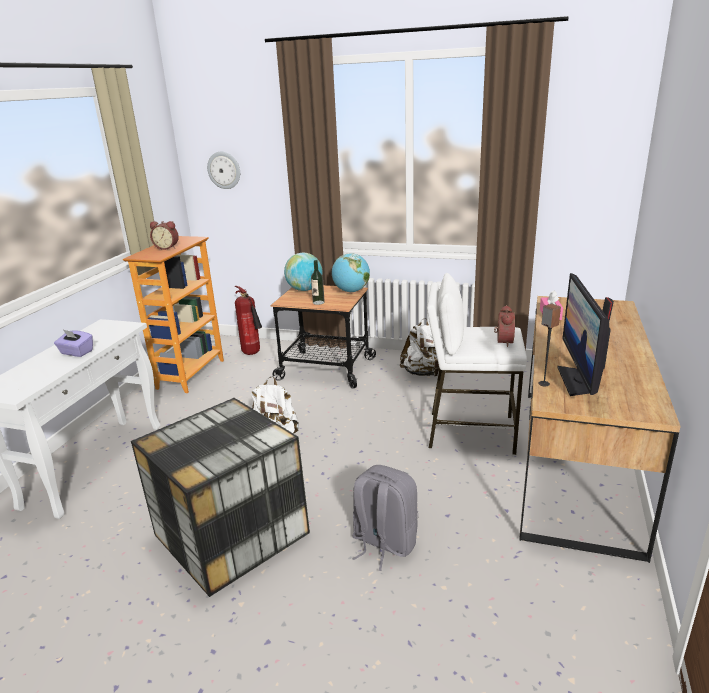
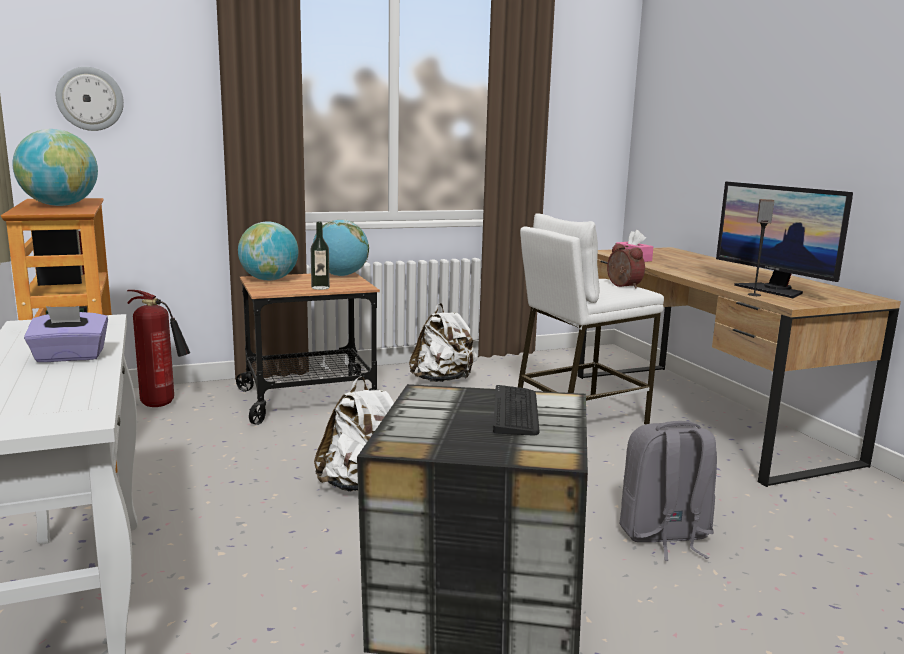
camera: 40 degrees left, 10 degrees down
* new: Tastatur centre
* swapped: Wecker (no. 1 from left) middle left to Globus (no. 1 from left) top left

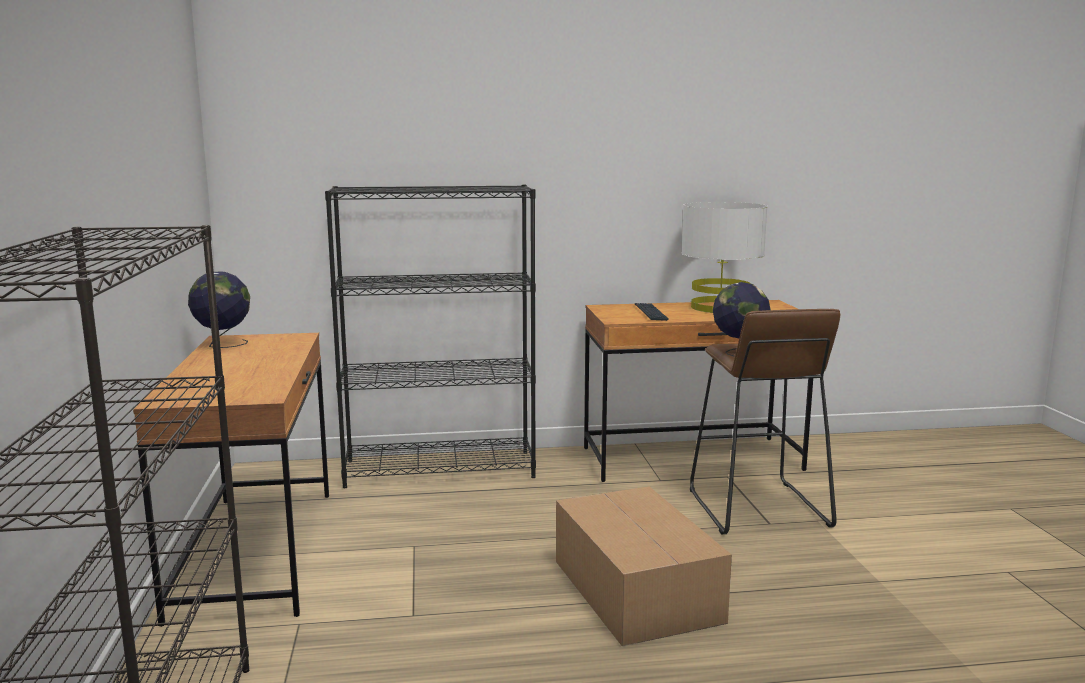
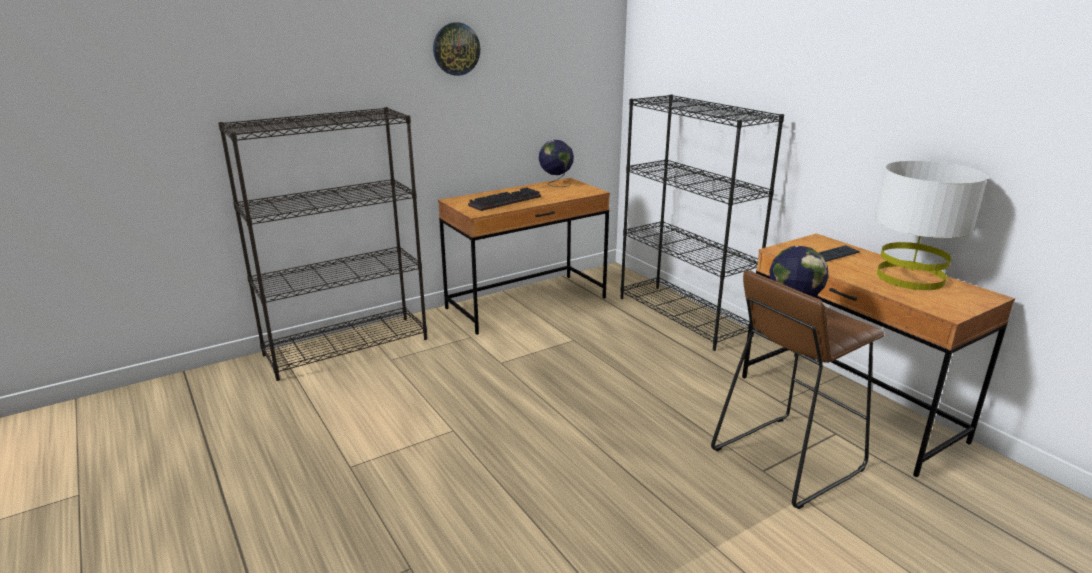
camera: 65 degrees right, 10 degrees up
* gone: Karton bottom centre
* new: Wanduhr top centre
* new: Tastatur (no. 1 from left) centre

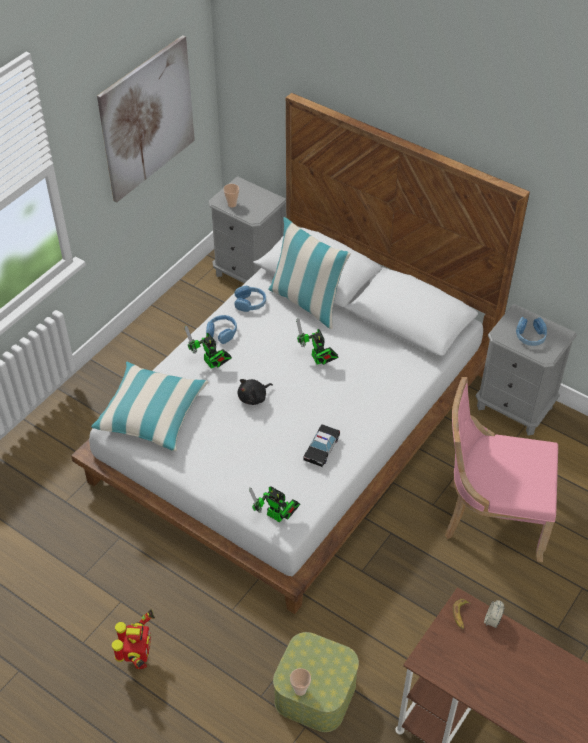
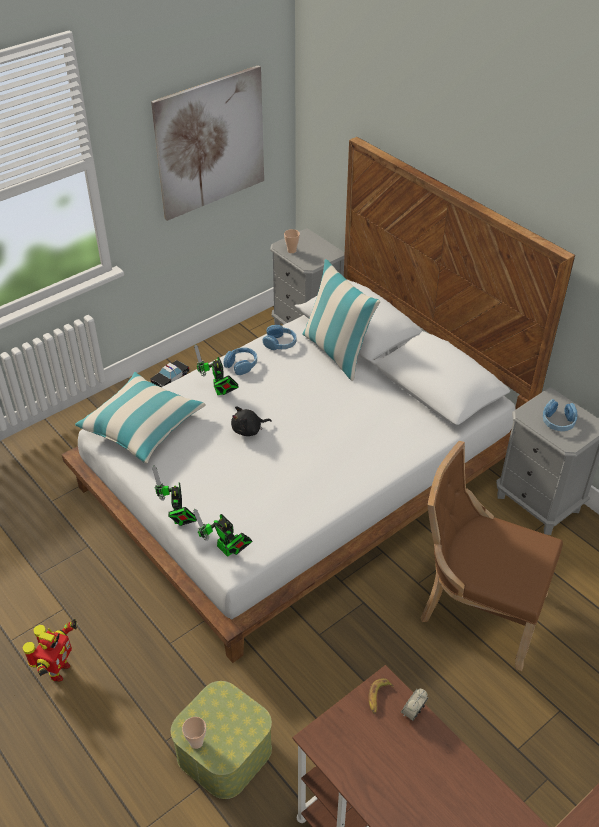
camera: 15 degrees right, 5 degrees down
* shifted: Spielzeugroboter (no. 4 from left in the first image) centre to Spielzeugroboter (no. 2 from left) middle left
* shifted: Spielzeugauto centre to middle left
* repainted: Stuhl/rosa middle right to Stuhl/braun bottom right

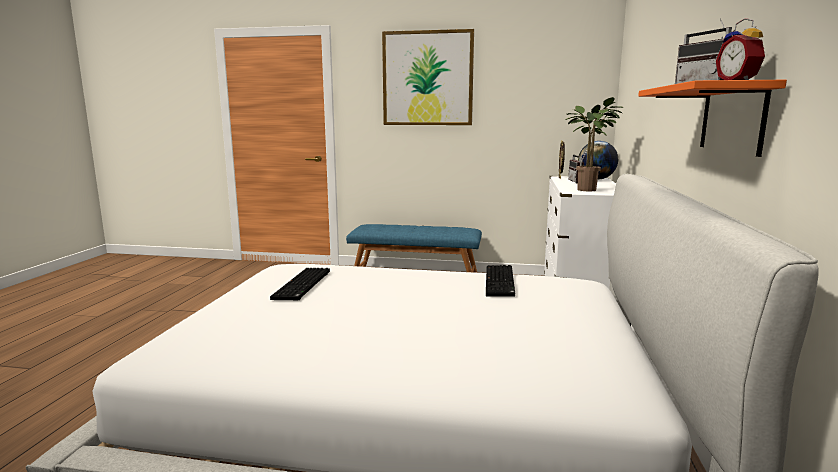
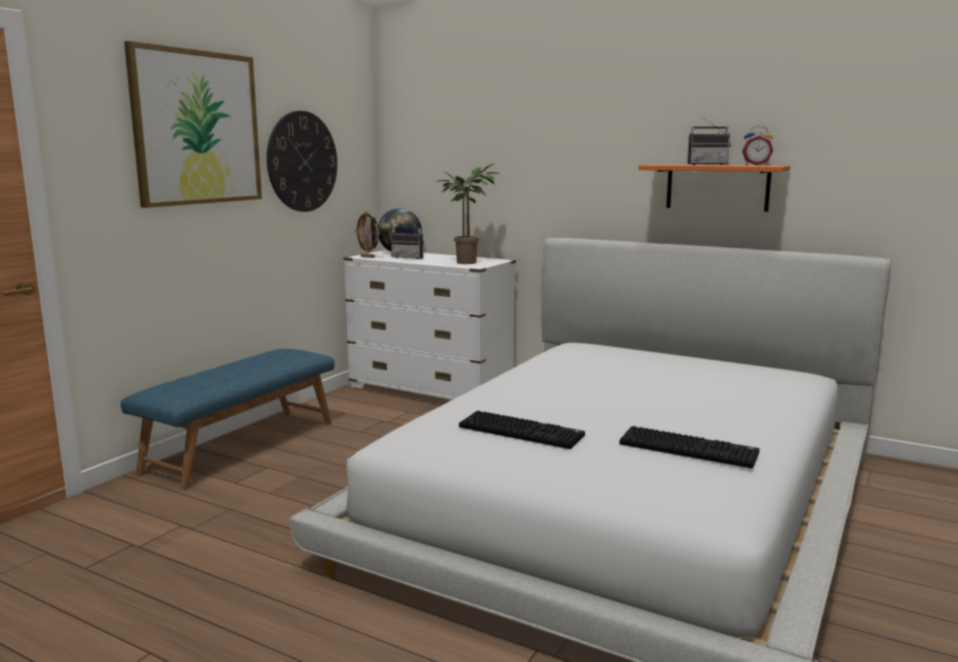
camera: 70 degrees left, 0 degrees up
* new: Wanduhr top left
* shifted: Tastatur (no. 2 from left) centre to bottom right

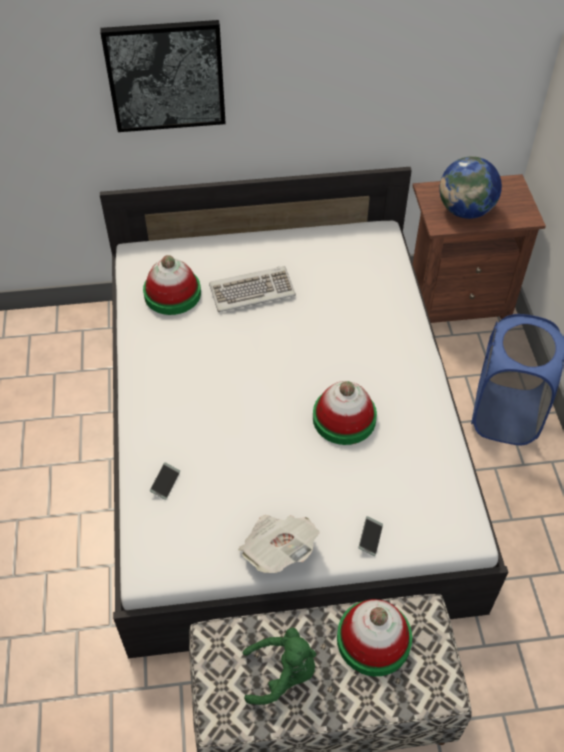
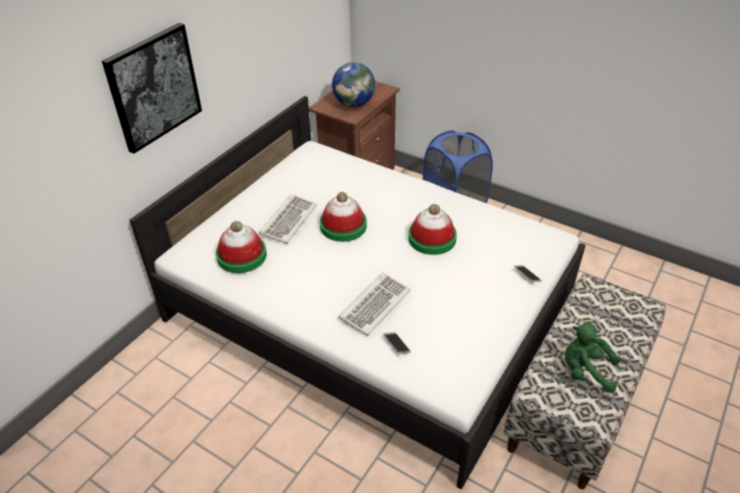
camera: 50 degrees left, 10 degrees down
* gone: Zeitung bottom centre
* new: Tastatur (no. 2 from left) centre
* shifted: Hut (no. 3 from left in the first image) bottom centre to Hut (no. 2 from left) centre
* rotated: Plüschtier/grün bottom centre = bottom right 105 degrees counterclockwise

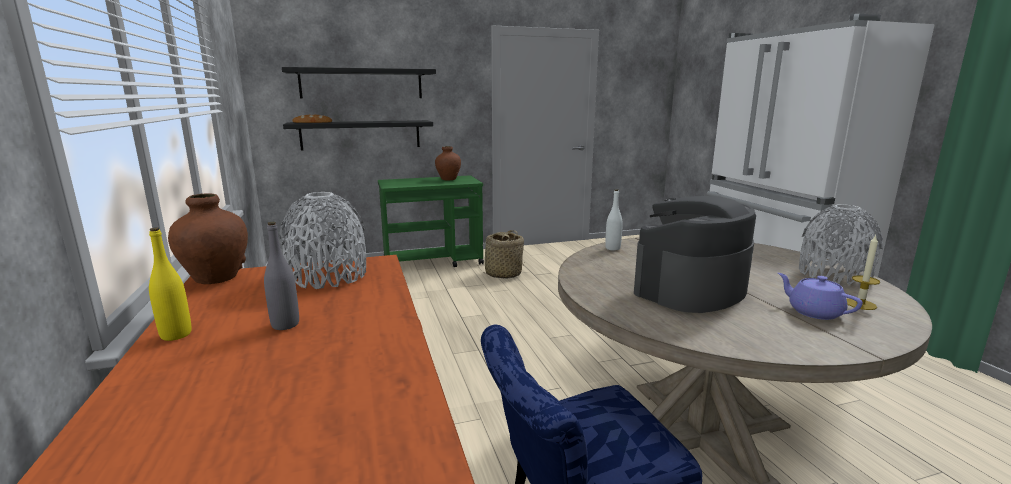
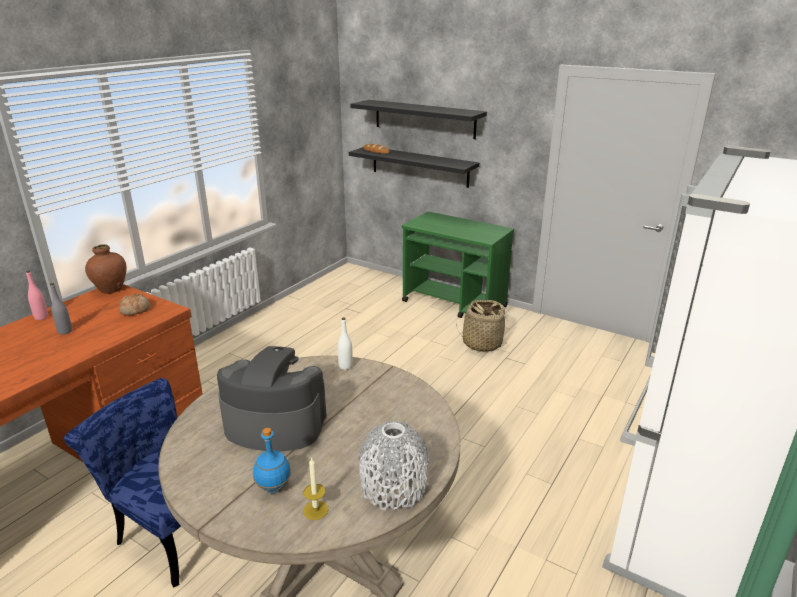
camera: 50 degrees right, 10 degrees up
* gone: Vase/braun (no. 2 from left) centre
* swapped: Vase/grau (no. 1 from left) middle left to Brot (no. 1 from left) middle left
* swapped: Teekanne/lila middle right to Flasche/blau bottom centre
* repainted: Flasche/gelb middle left to Flasche/rosa middle left

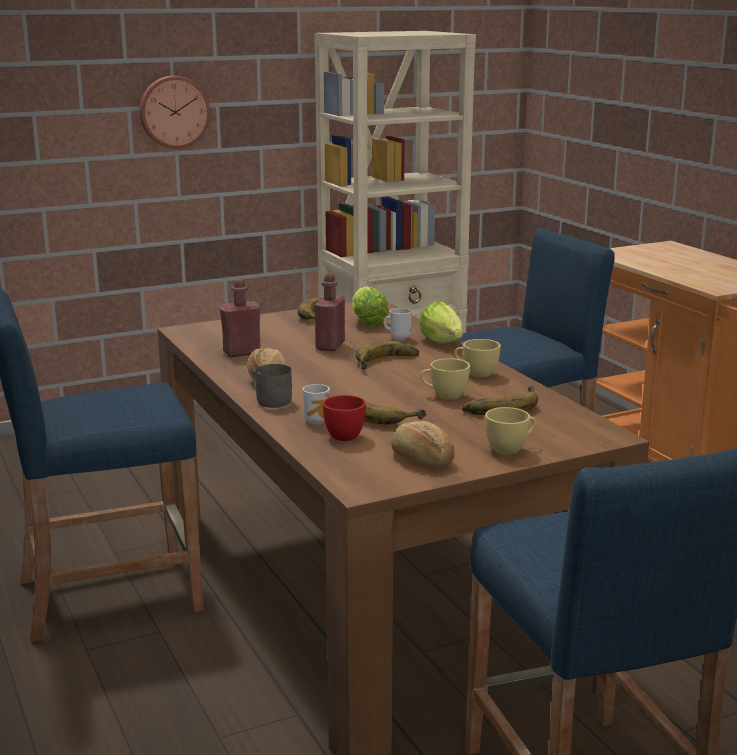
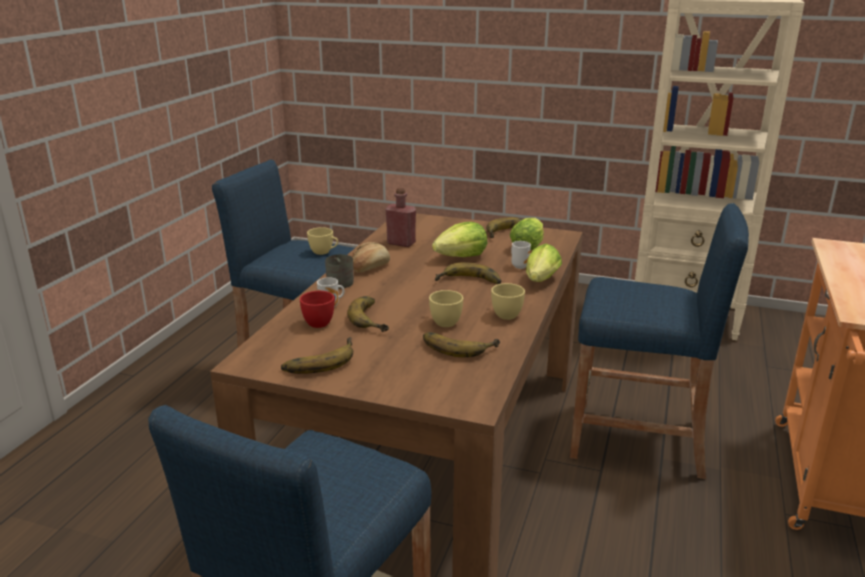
camera: 45 degrees right, 5 degrees up
* gone: Wanduhr top left
* shifted: Tasse/gelb (no. 3 from left in the first image) middle right to Tasse/gelb (no. 1 from left) centre
* swapped: Flasche/rot (no. 2 from left) centre to Salatkopf (no. 1 from left) centre
* swapped: Brot (no. 2 from left) centre to Banane (no. 1 from left) centre

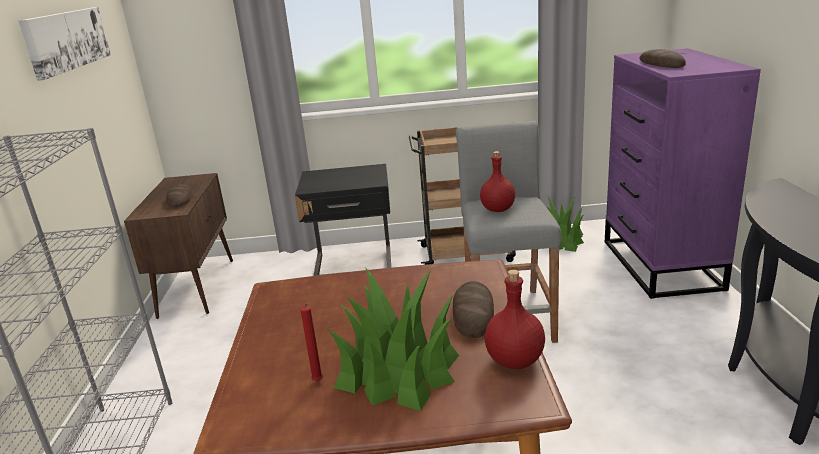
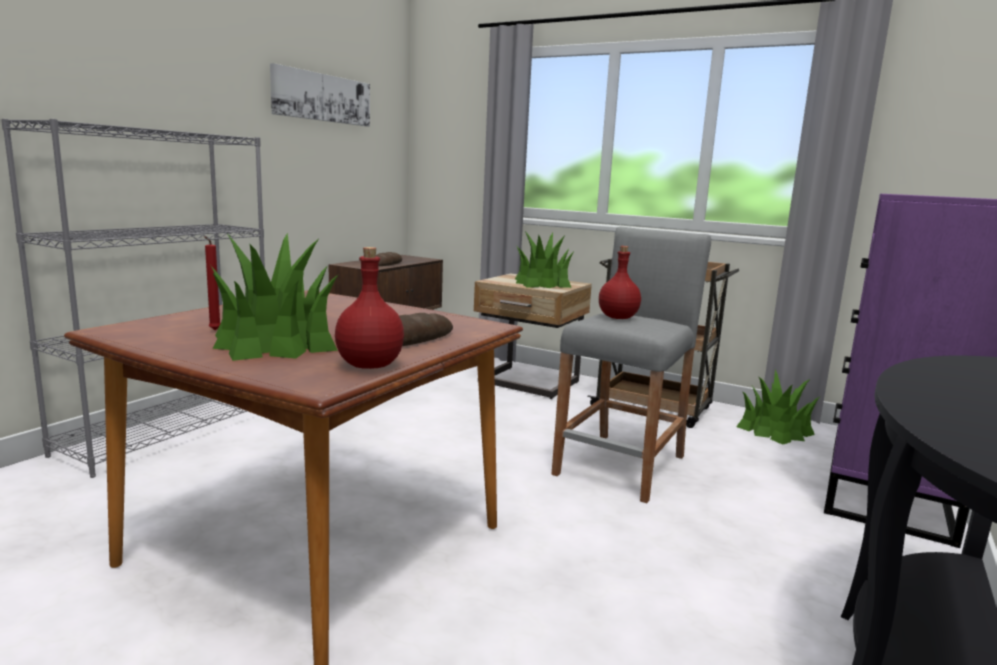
camera: 30 degrees right, 10 degrees down
* gone: Brot (no. 3 from left) top right
* new: Topfpflanze (no. 2 from left) centre
* repainted: Nachttisch/schwarz centre to Nachttisch/beige centre

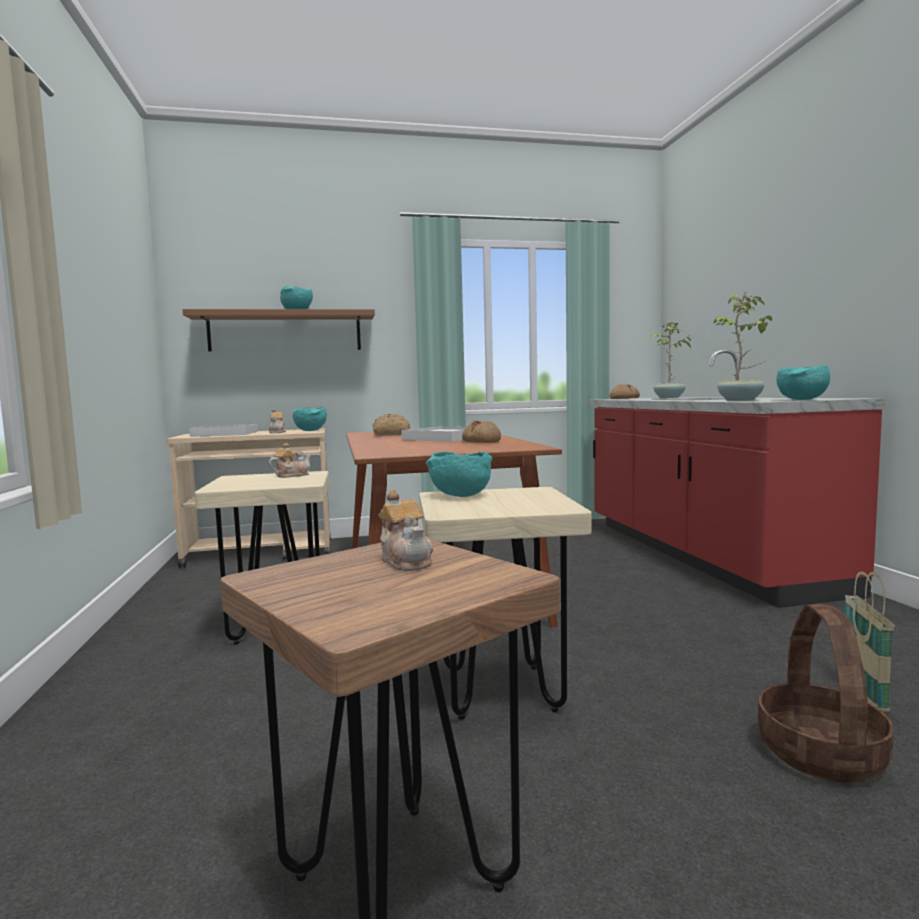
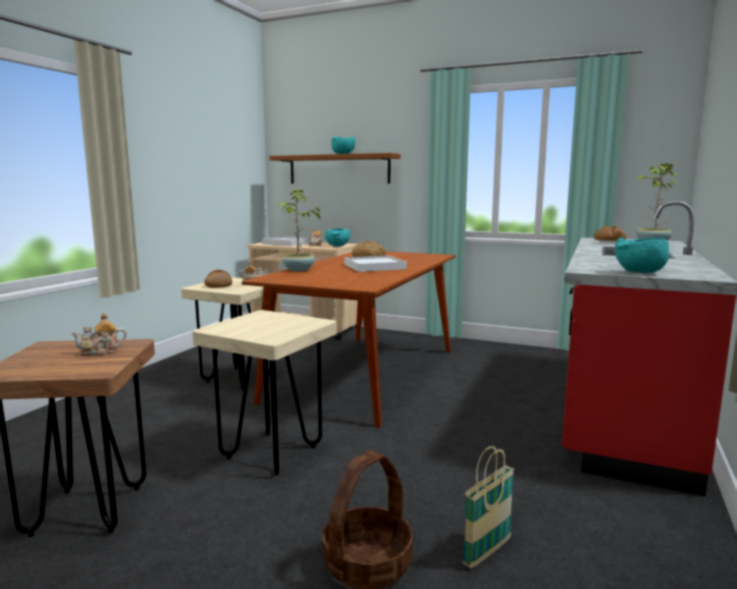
camera: 35 degrees right, 5 degrees up
* gone: Schüssel/türkis (no. 3 from left) centre
* shifted: Brot (no. 2 from left in the first image) centre to Brot (no. 1 from left) middle left
* shifted: Topfpflanze (no. 2 from left in the first image) middle right to Topfpflanze (no. 1 from left) centre
* rotated: Teekanne (no. 3 from left in the first image) centre = middle left 60 degrees clockwise

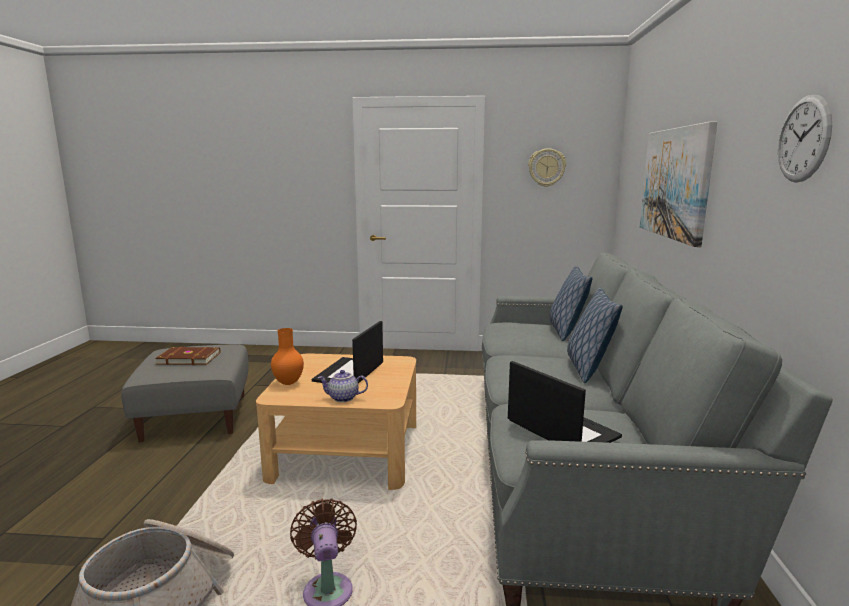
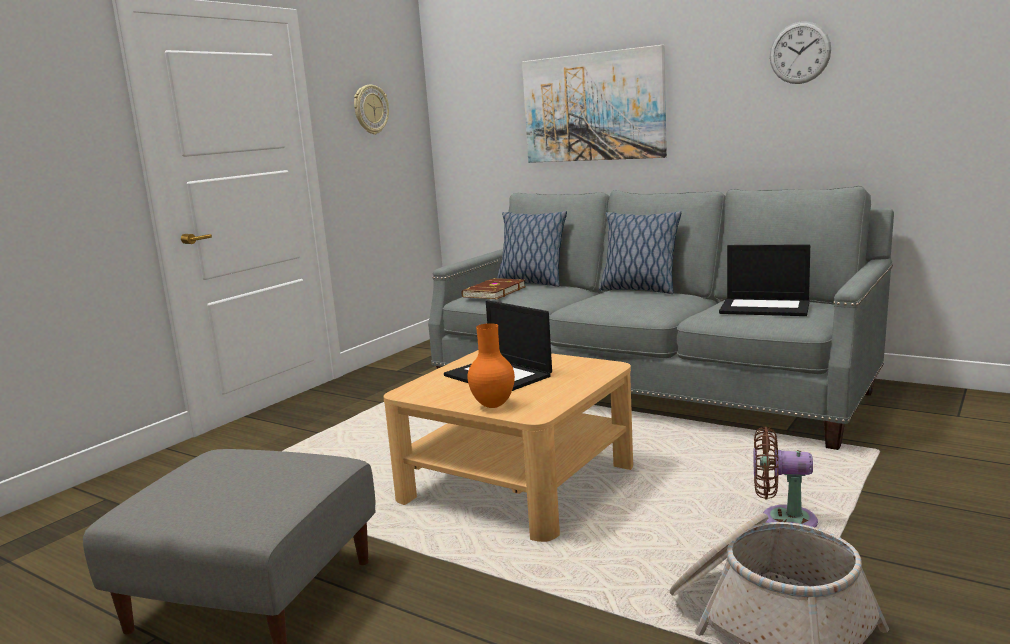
camera: 60 degrees left, 0 degrees up
* gone: Teekanne centre
* shifted: Buch/braun middle left to centre
* rotated: Laptop (no. 2 from left) centre = middle right 150 degrees counterclockwise

